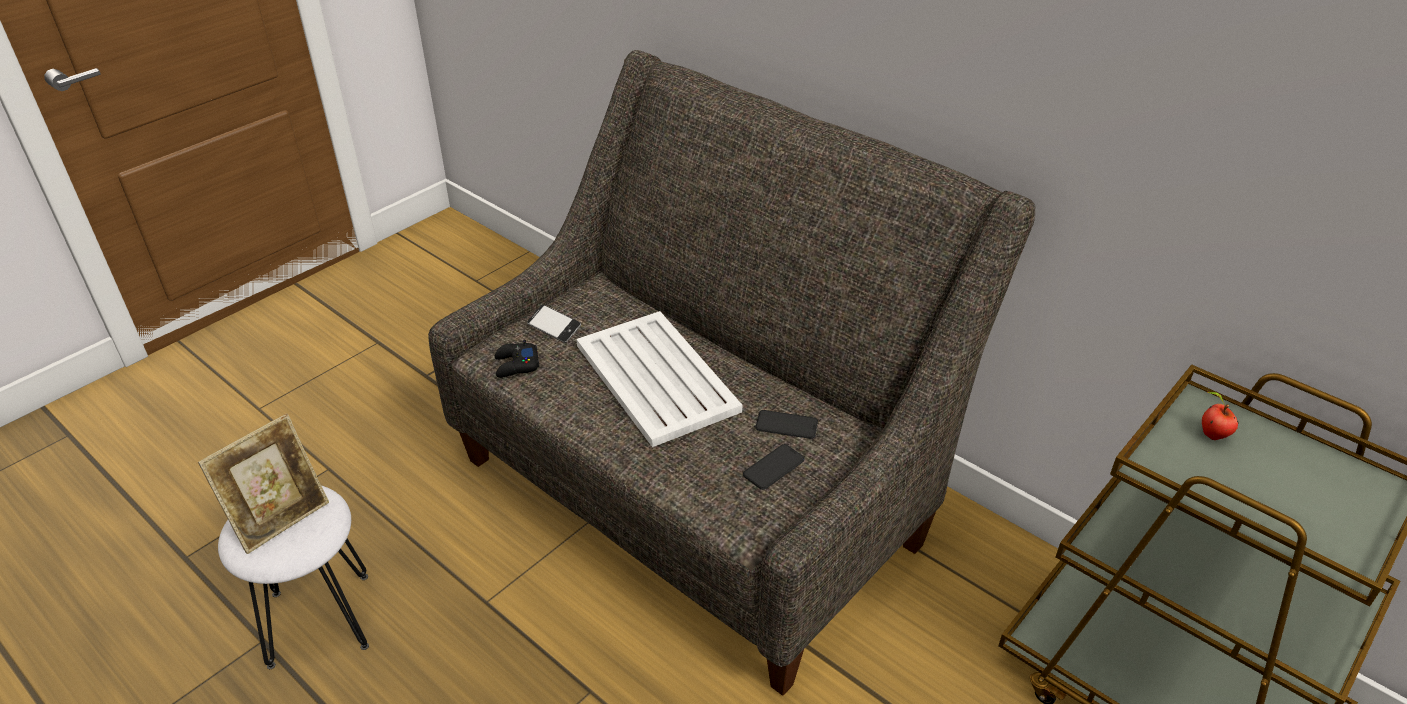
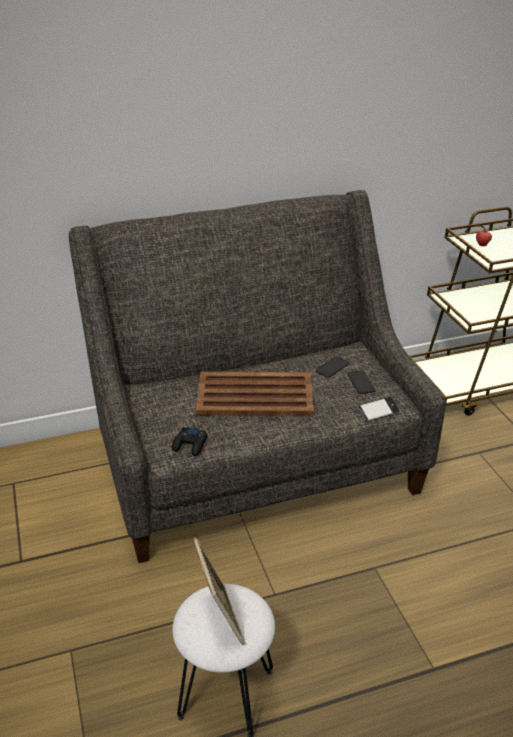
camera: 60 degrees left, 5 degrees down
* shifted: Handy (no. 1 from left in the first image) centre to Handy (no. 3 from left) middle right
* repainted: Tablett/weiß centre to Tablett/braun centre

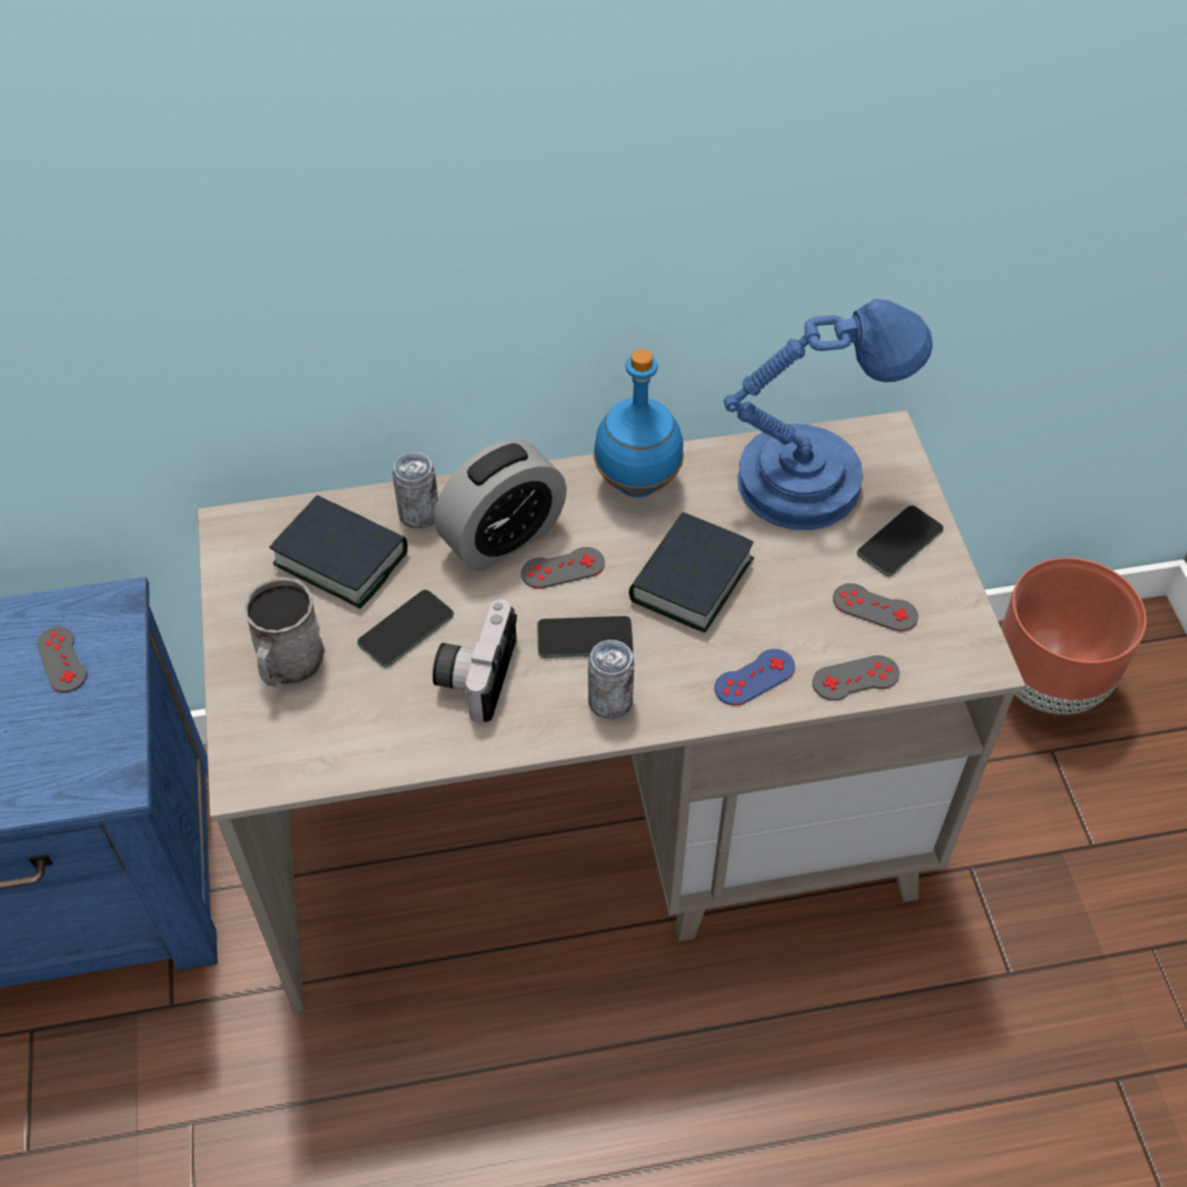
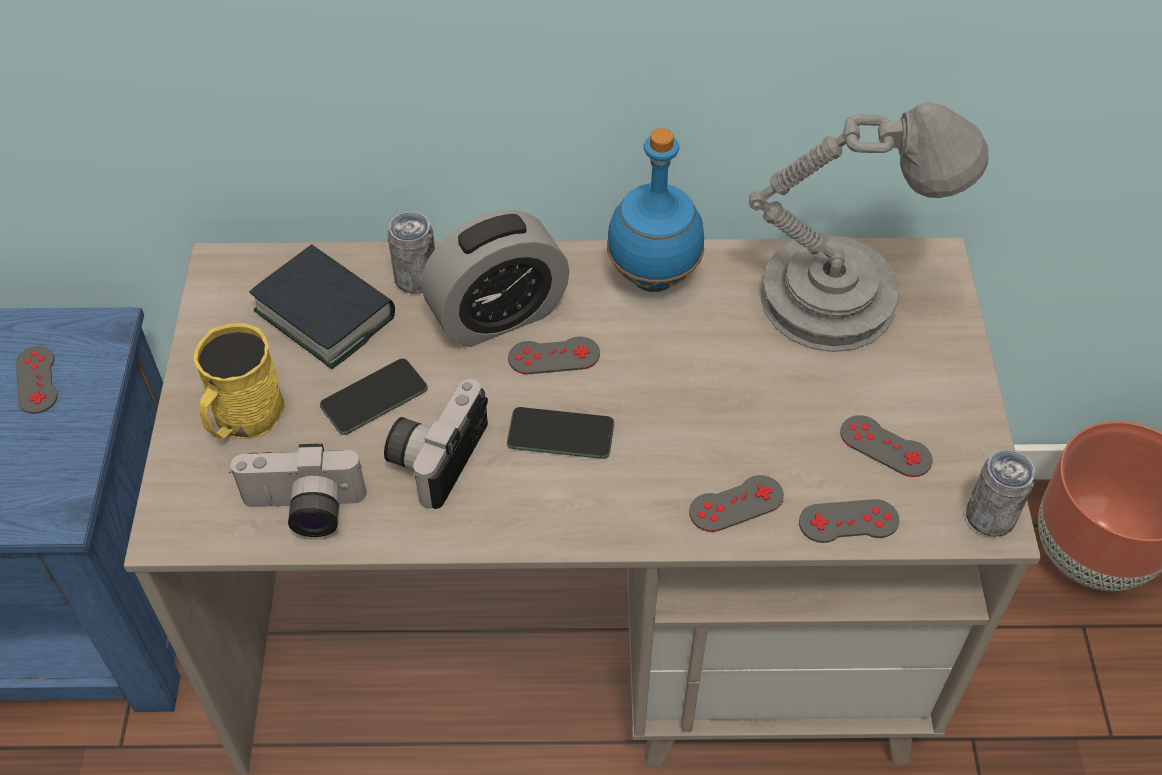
camera: 10 degrees right, 0 degrees up
* gone: Buch (no. 2 from left) centre
* gone: Handy (no. 3 from left) middle right
* new: Kamera (no. 1 from left) middle left
* shifted: Dose (no. 2 from left) centre to middle right
* repainted: Henkelbecher/grau middle left to Henkelbecher/gelb middle left
* repainted: Gamepad/blau centre to Gamepad/grau (no. 3 from left) centre
* repainted: Tischlampe/blau middle right to Tischlampe/grau top right

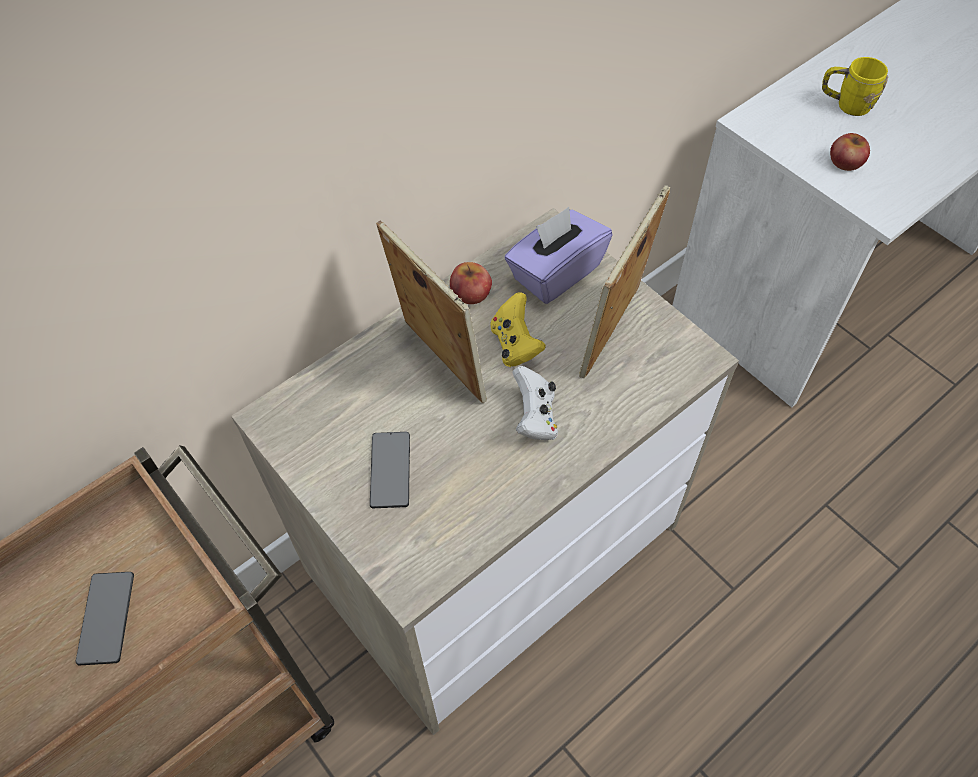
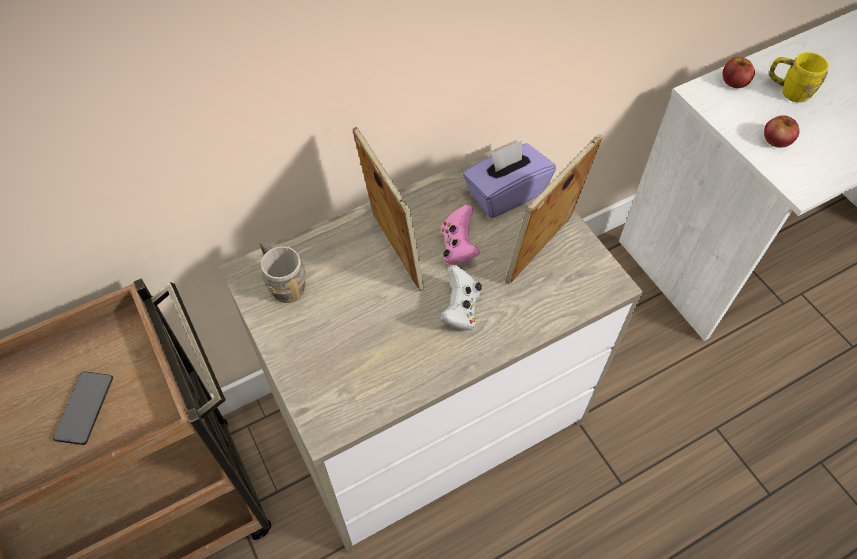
camera: 10 degrees right, 0 degrees up
* gone: Handy (no. 2 from left) centre
* new: Henkelbecher/grau middle left
* shifted: Apfel (no. 1 from left) centre to top right
* repainted: Gamepad/gelb centre to Gamepad/rosa centre

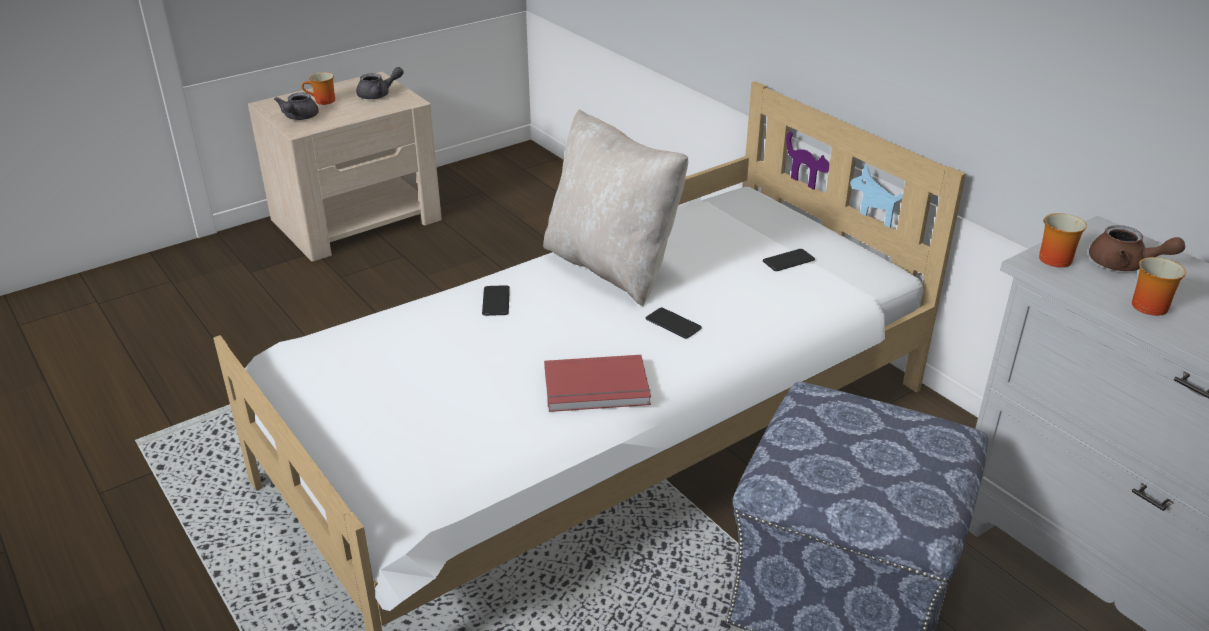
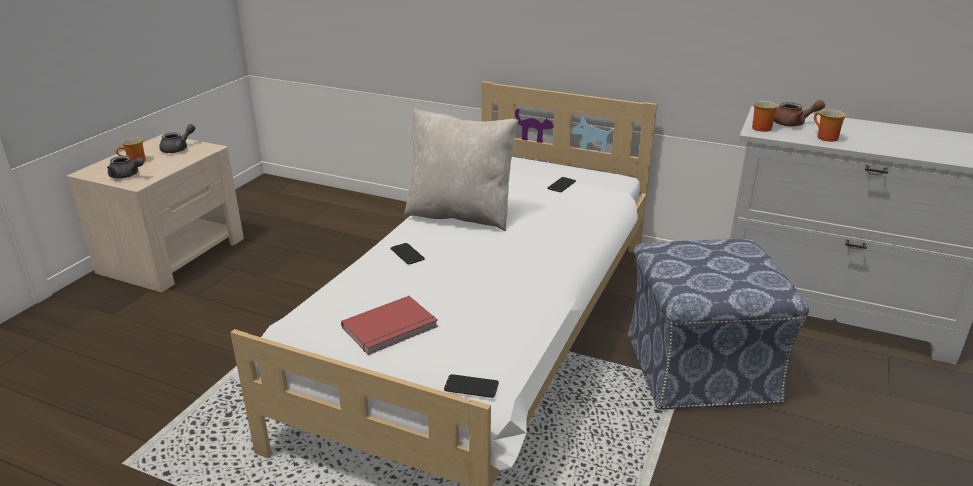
camera: 30 degrees left, 5 degrees down
* shifted: Buch/rot centre to bottom centre
* shifted: Handy (no. 2 from left) centre to bottom centre
* rotated: Teekanne/grau (no. 1 from left) top left = middle left 45 degrees counterclockwise

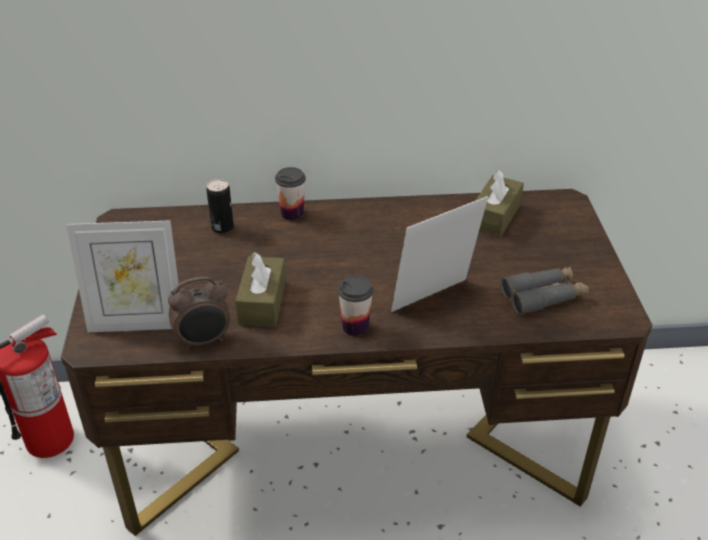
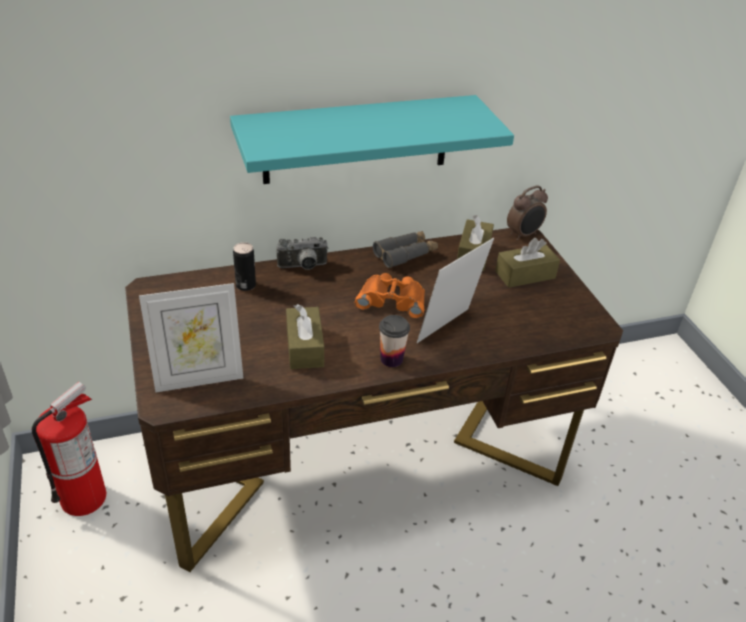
camera: 15 degrees left, 0 degrees up
* new: Wandregal/türkis top centre
* new: Fernglas/orange centre
* new: Taschentuchbox/braun (no. 3 from left) middle right
* shifted: Wecker middle left to middle right
* shifted: Fernglas/grau middle right to centre
* swapped: Tasse (no. 1 from left) centre to Kamera centre

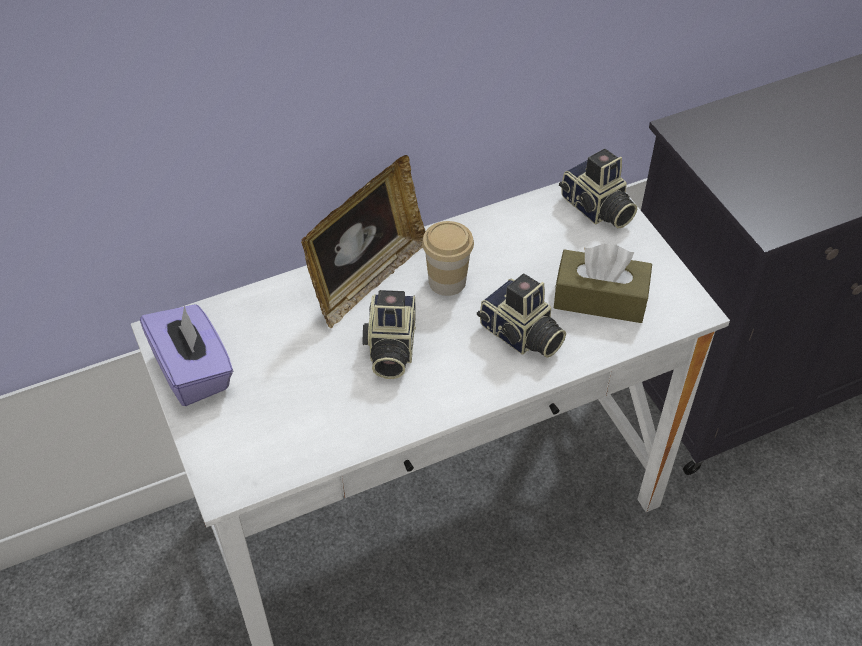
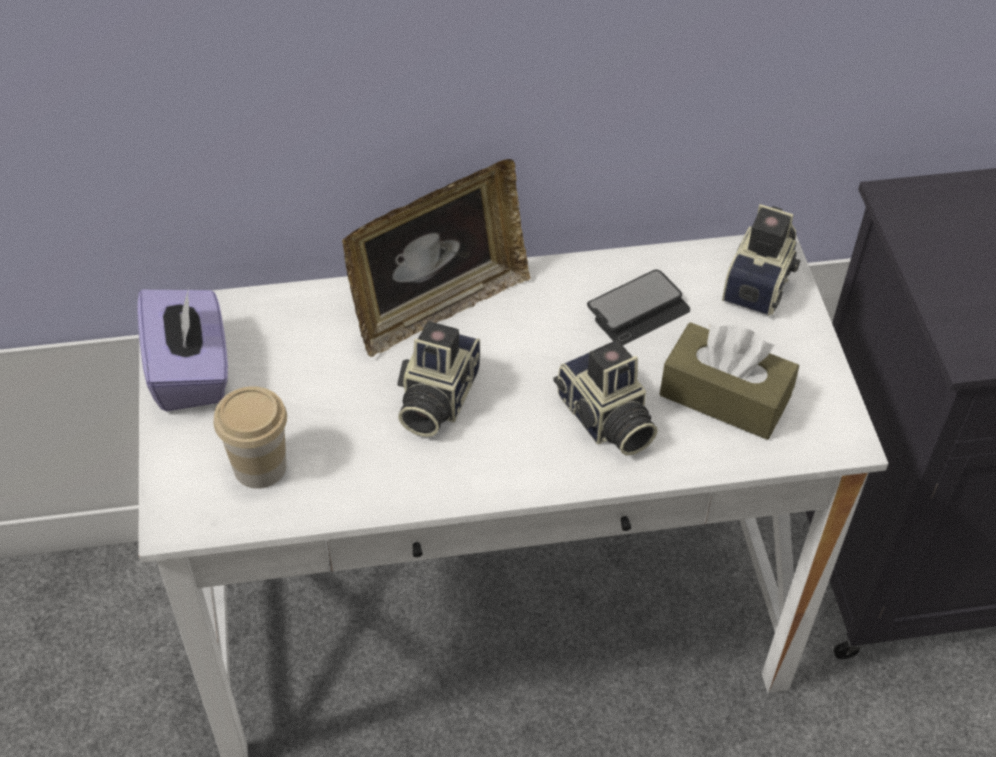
camera: 15 degrees right, 0 degrees up
* new: Handy centre
* shifted: Tasse centre to middle left
* rotated: Kamera (no. 3 from left) top right = middle right 135 degrees counterclockwise

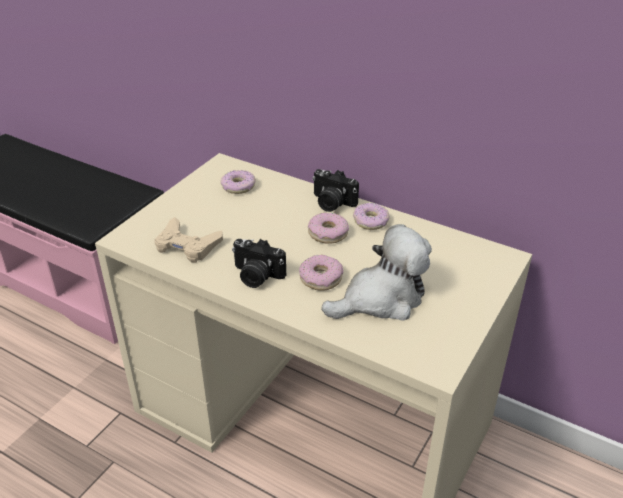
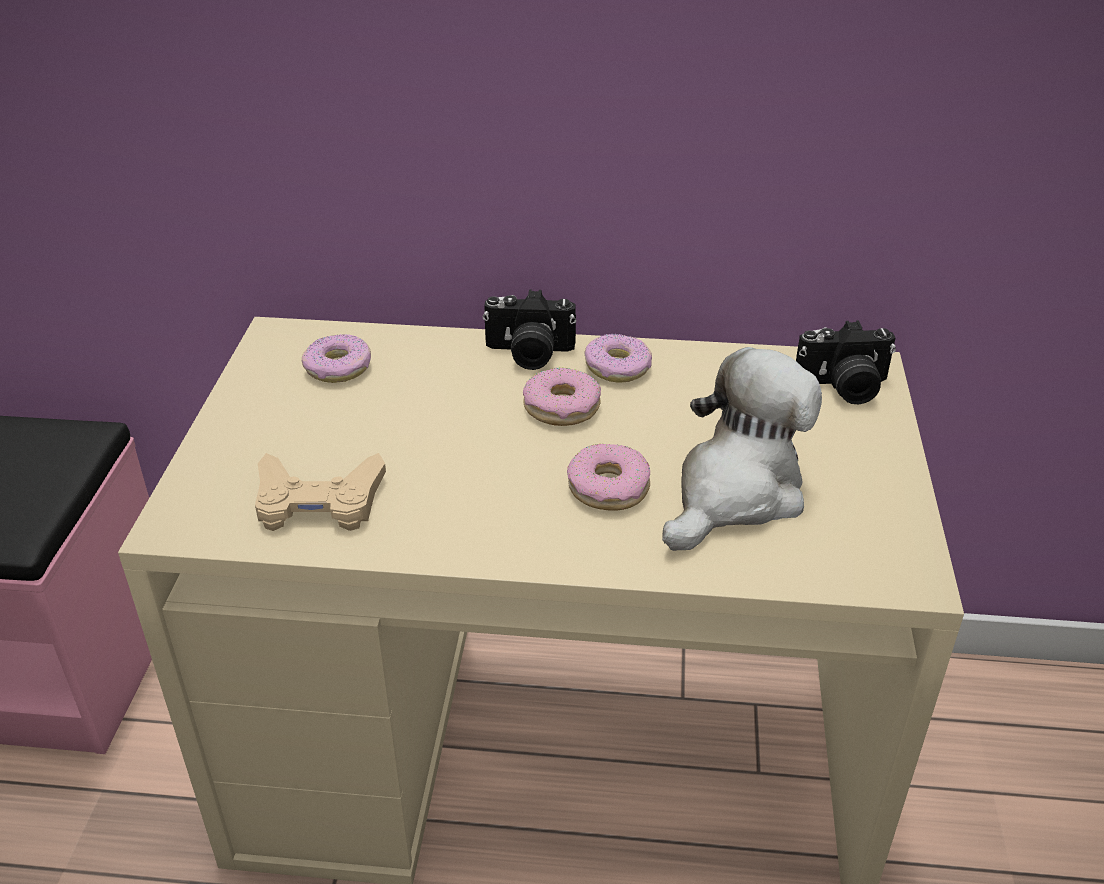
camera: 25 degrees left, 0 degrees up
* shifted: Kamera (no. 1 from left in the first image) centre to Kamera (no. 2 from left) middle right

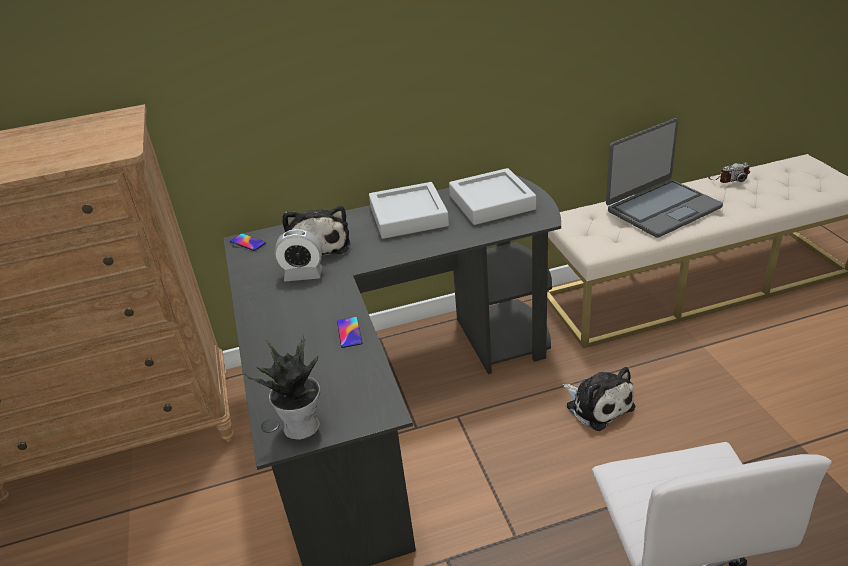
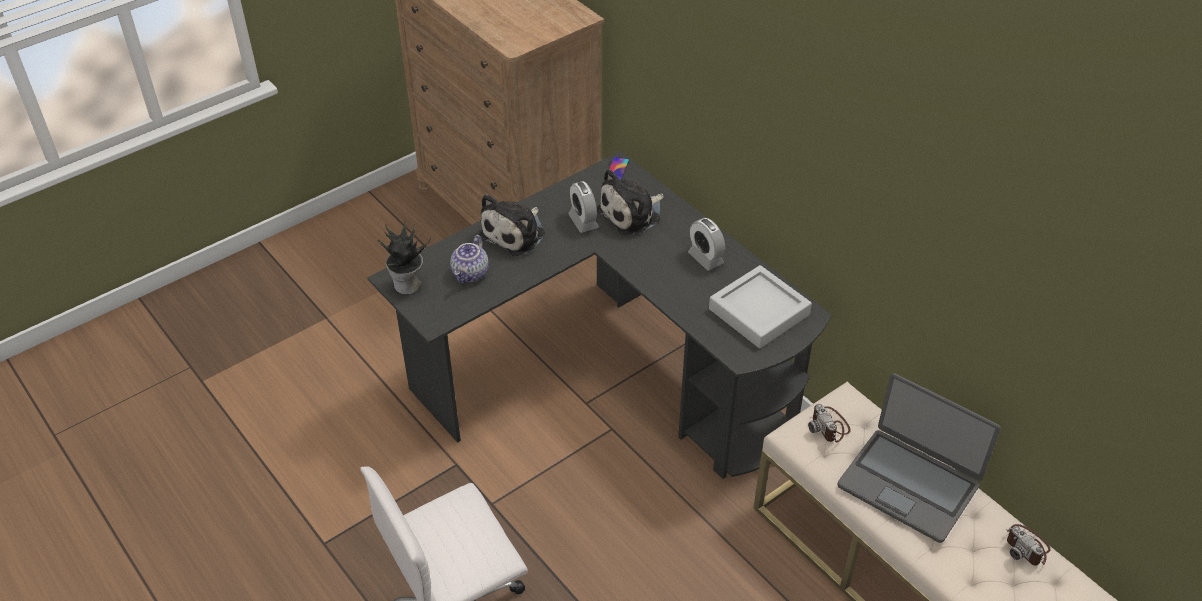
camera: 65 degrees right, 10 degrees up
* gone: Handy (no. 2 from left) centre
* new: Teekanne centre
* new: Kamera (no. 1 from left) bottom right
* shifted: Plüschtier (no. 2 from left in the first image) bottom right to Plüschtier (no. 1 from left) centre
* swapped: Tablett/grau (no. 1 from left) centre to Wecker (no. 2 from left) centre

